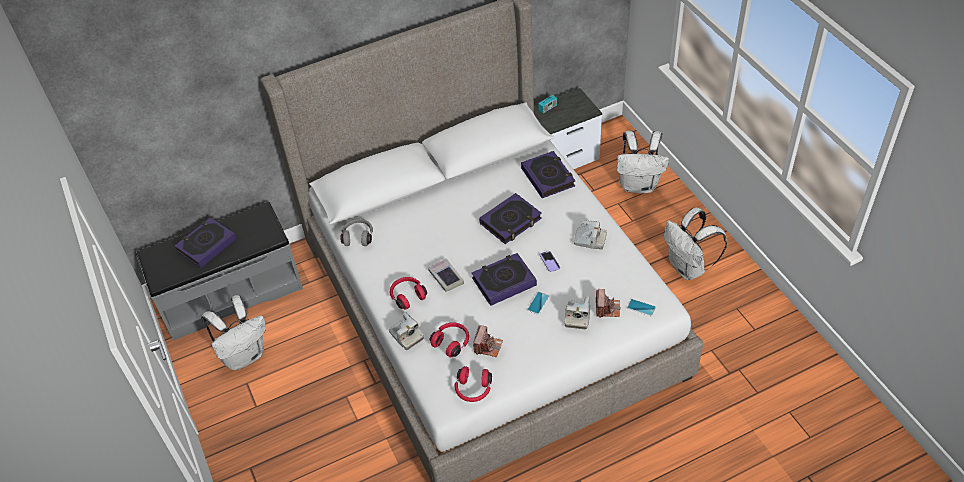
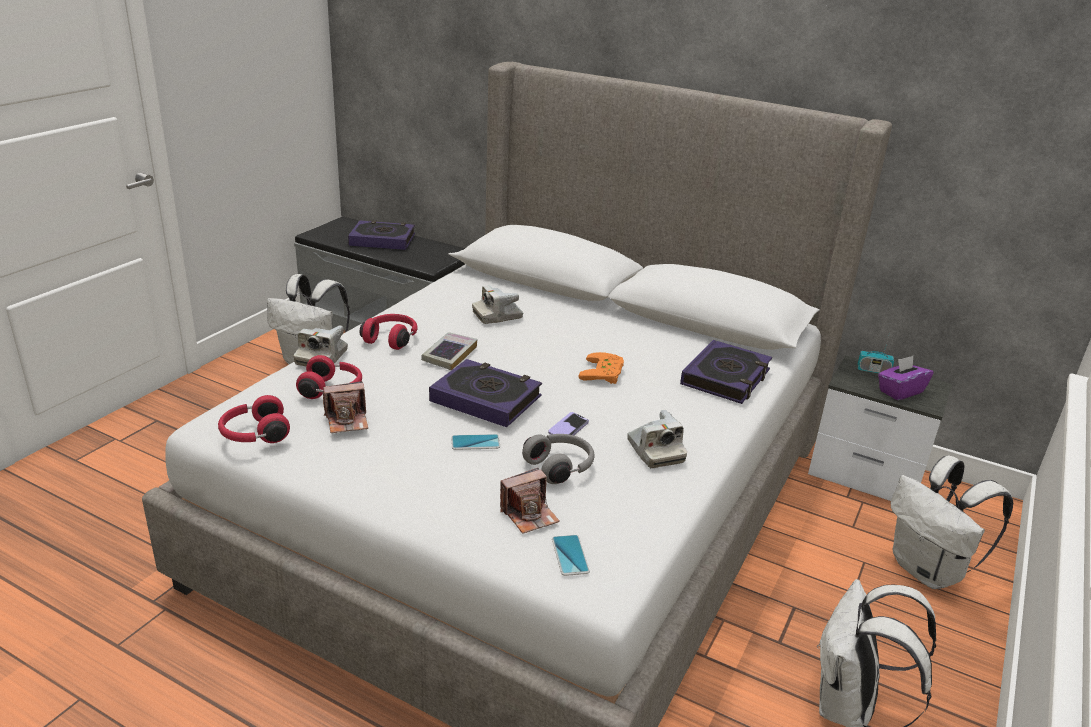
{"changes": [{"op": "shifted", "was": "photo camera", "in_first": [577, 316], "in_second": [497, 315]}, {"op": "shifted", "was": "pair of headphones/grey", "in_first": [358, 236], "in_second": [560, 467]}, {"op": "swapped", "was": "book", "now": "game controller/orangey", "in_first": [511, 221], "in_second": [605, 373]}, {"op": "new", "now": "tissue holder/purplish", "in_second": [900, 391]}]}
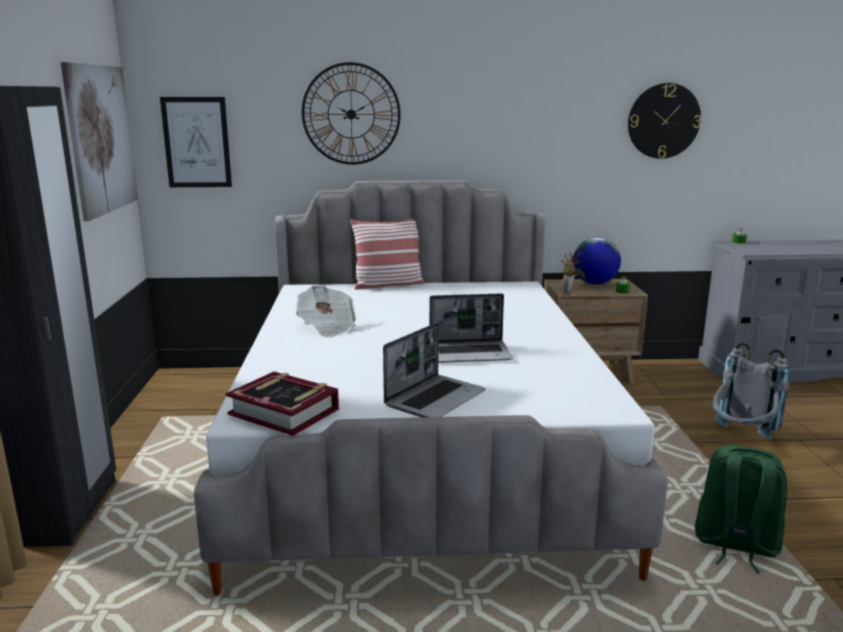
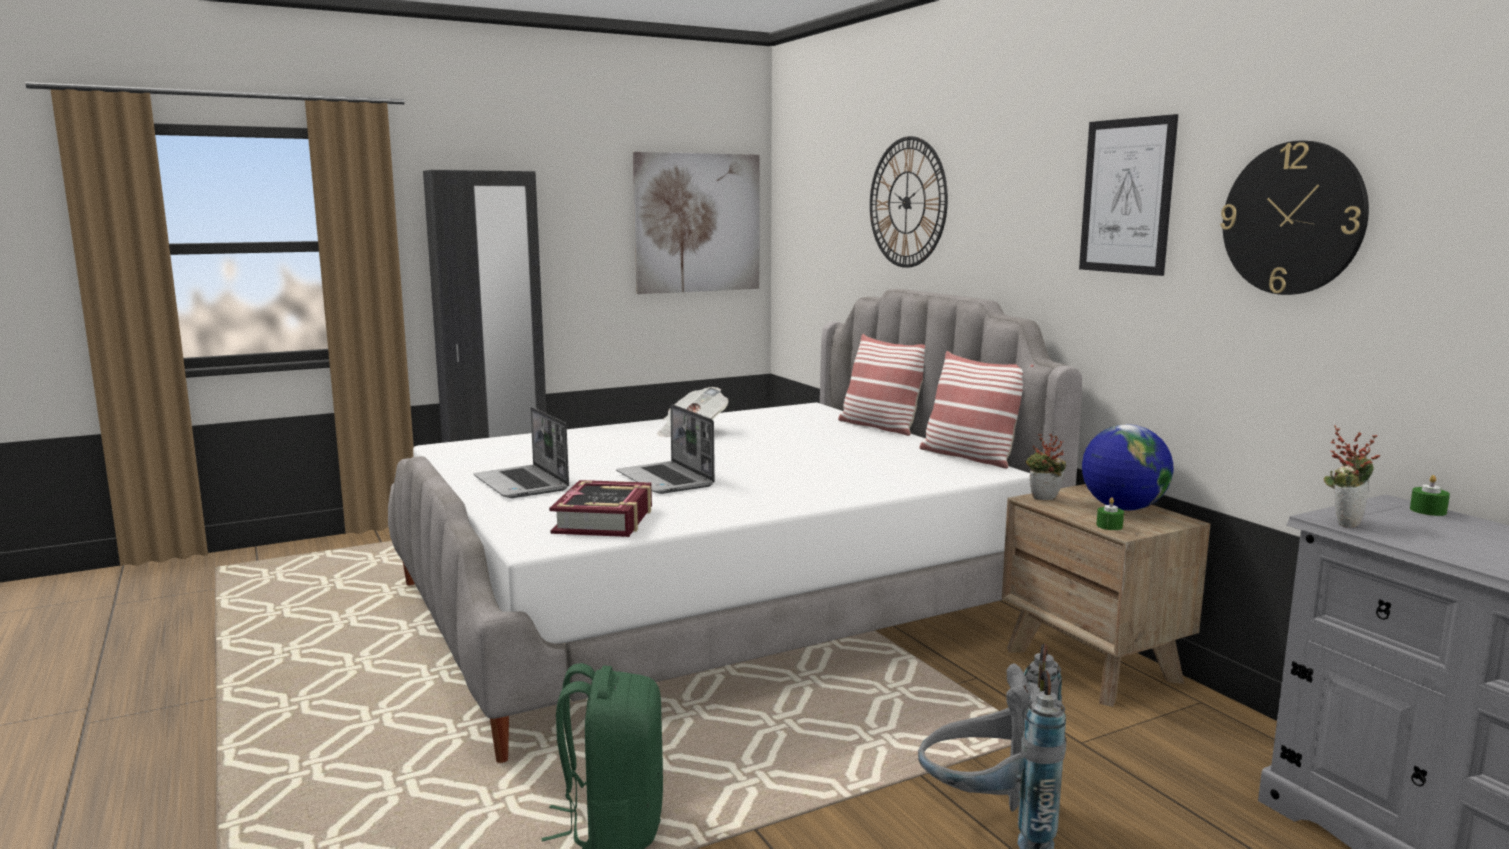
{"changes": [{"op": "rotated", "was": "portable computer", "in_first": [435, 398], "in_second": [523, 484], "clockwise": 45}, {"op": "shifted", "was": "book", "in_first": [284, 412], "in_second": [604, 520]}, {"op": "new", "now": "throw pillow", "in_second": [969, 457]}, {"op": "shifted", "was": "picture", "in_first": [197, 142], "in_second": [1126, 196]}, {"op": "new", "now": "plant in a pot", "in_second": [1344, 522]}]}
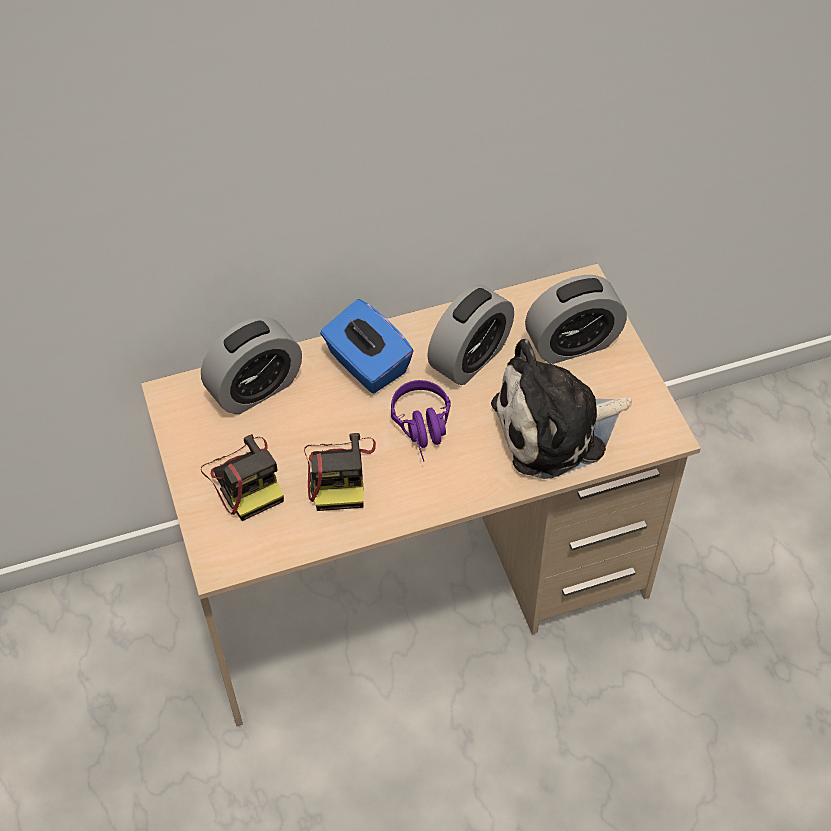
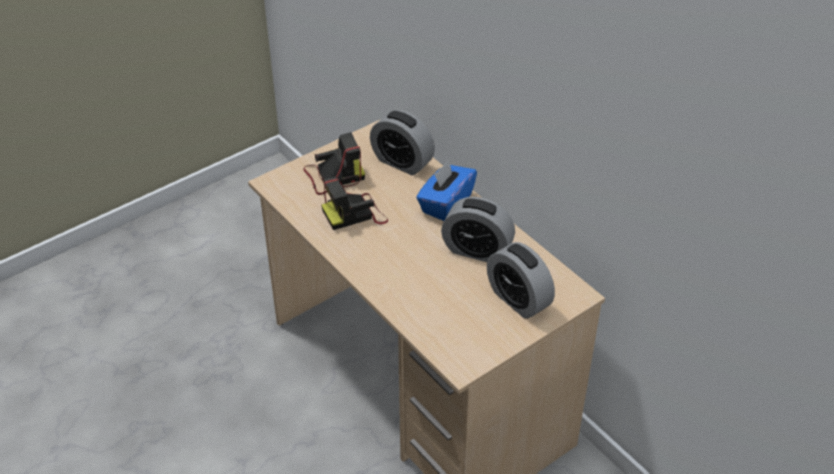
{"changes": [{"op": "rotated", "was": "photo camera", "in_first": [245, 479], "in_second": [333, 176], "clockwise": -150}, {"op": "gone", "was": "pair of headphones/purplish", "in_first": [424, 430]}, {"op": "gone", "was": "soft toy", "in_first": [556, 428]}]}
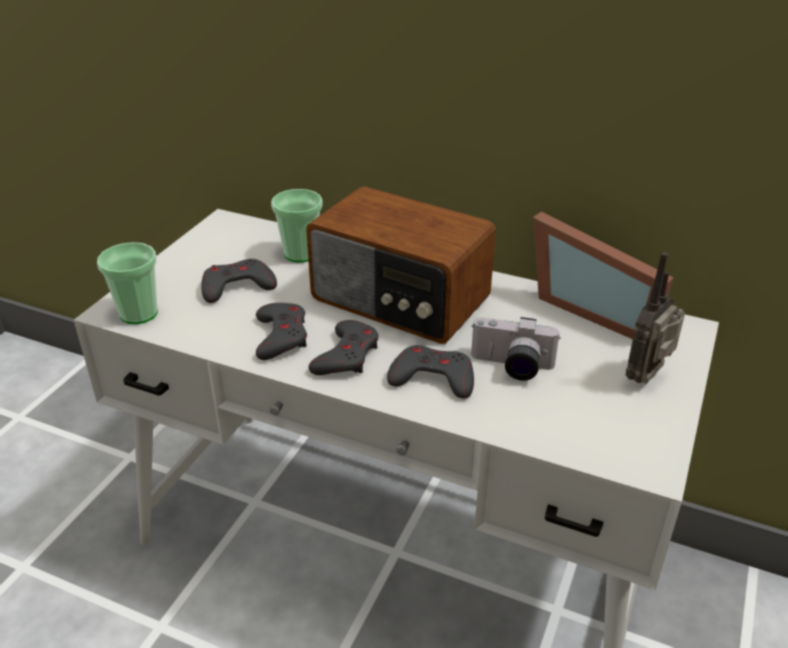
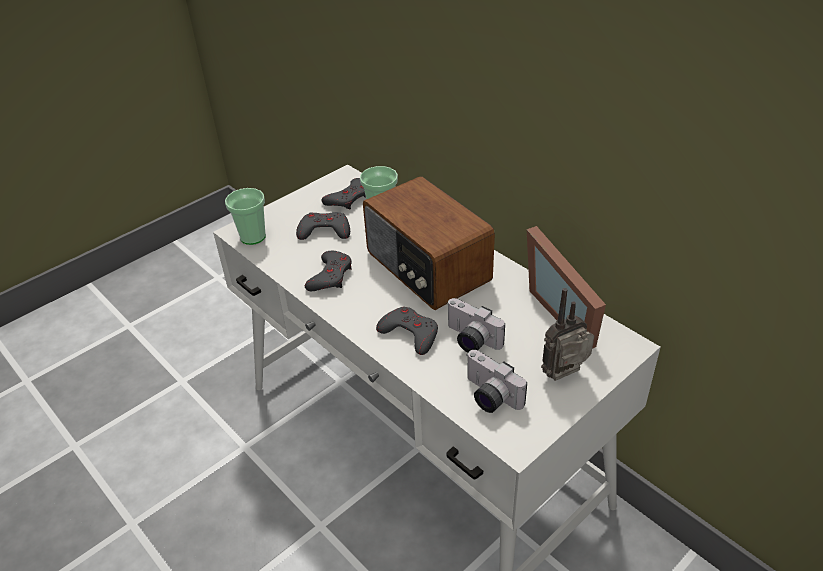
{"changes": [{"op": "shifted", "was": "game controller/grey", "in_first": [346, 355], "in_second": [349, 198]}, {"op": "new", "now": "photo camera", "in_second": [488, 396]}]}
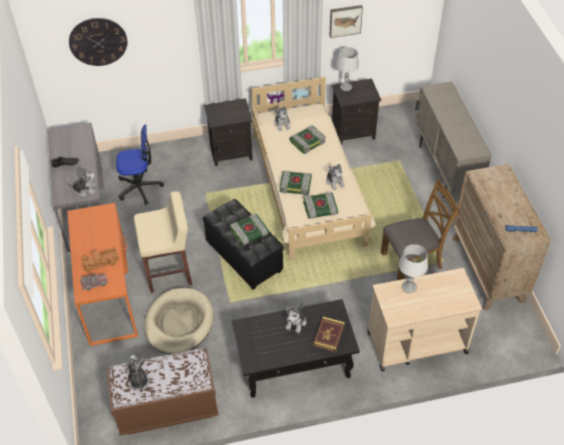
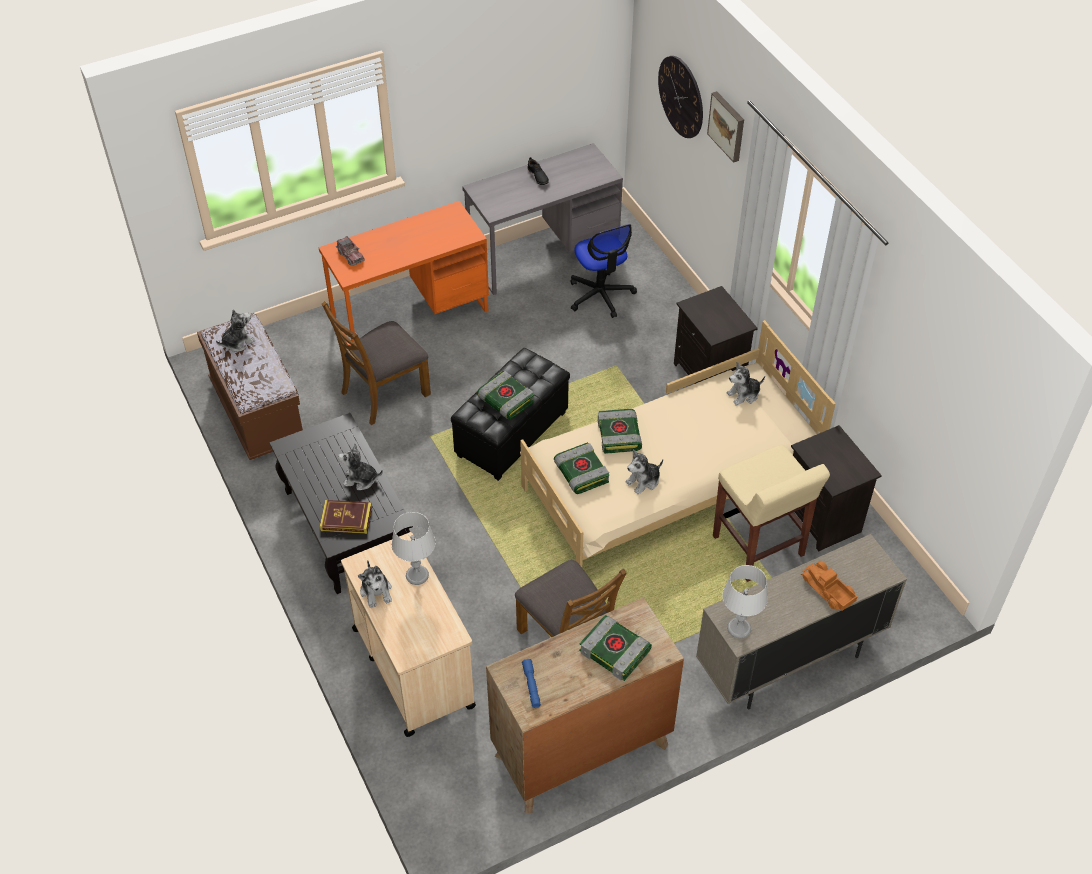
{"changes": [{"op": "swapped", "was": "dog bed/beige", "now": "chair/brown", "in_first": [179, 323], "in_second": [384, 393]}, {"op": "shifted", "was": "soft toy", "in_first": [85, 189], "in_second": [376, 591]}, {"op": "shifted", "was": "book", "in_first": [307, 141], "in_second": [616, 651]}, {"op": "shifted", "was": "picture", "in_first": [345, 20], "in_second": [728, 126]}, {"op": "shifted", "was": "stool/beige", "in_first": [169, 271], "in_second": [758, 547]}, {"op": "shifted", "was": "lamp for a table/grey", "in_first": [346, 87], "in_second": [739, 629]}, {"op": "shifted", "was": "model truck", "in_first": [101, 263], "in_second": [827, 590]}]}
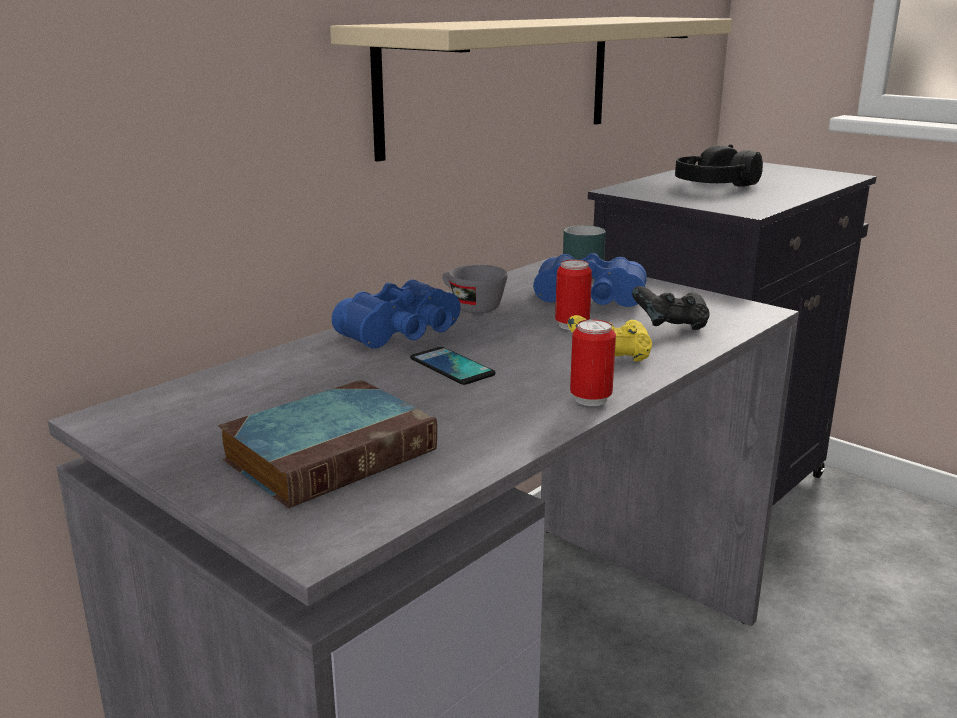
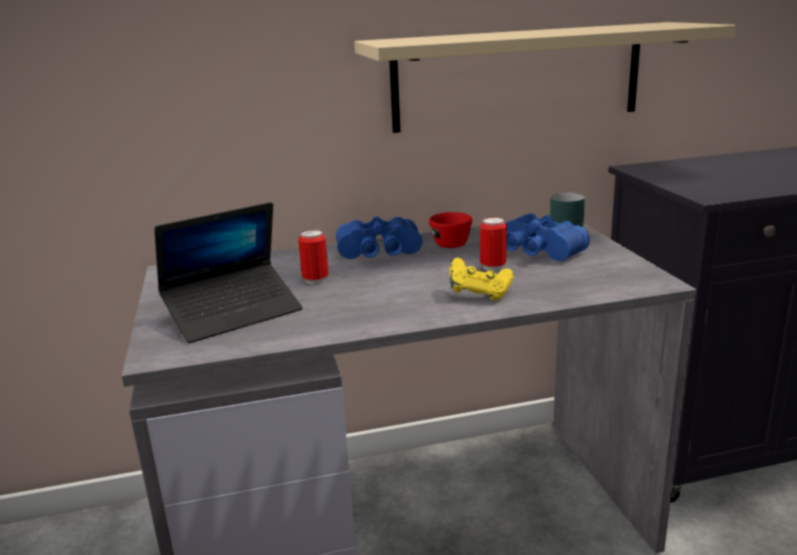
{"changes": [{"op": "swapped", "was": "book", "now": "portable computer", "in_first": [332, 452], "in_second": [233, 313]}, {"op": "shifted", "was": "sealed can", "in_first": [590, 399], "in_second": [315, 280]}, {"op": "repainted", "was": "small cup/grey", "now": "small cup/red-coloured", "in_first": [470, 307], "in_second": [448, 242]}, {"op": "gone", "was": "phone", "in_first": [451, 367]}, {"op": "gone", "was": "game controller/blackish", "in_first": [670, 326]}, {"op": "gone", "was": "pair of headphones/blackish", "in_first": [715, 185]}]}
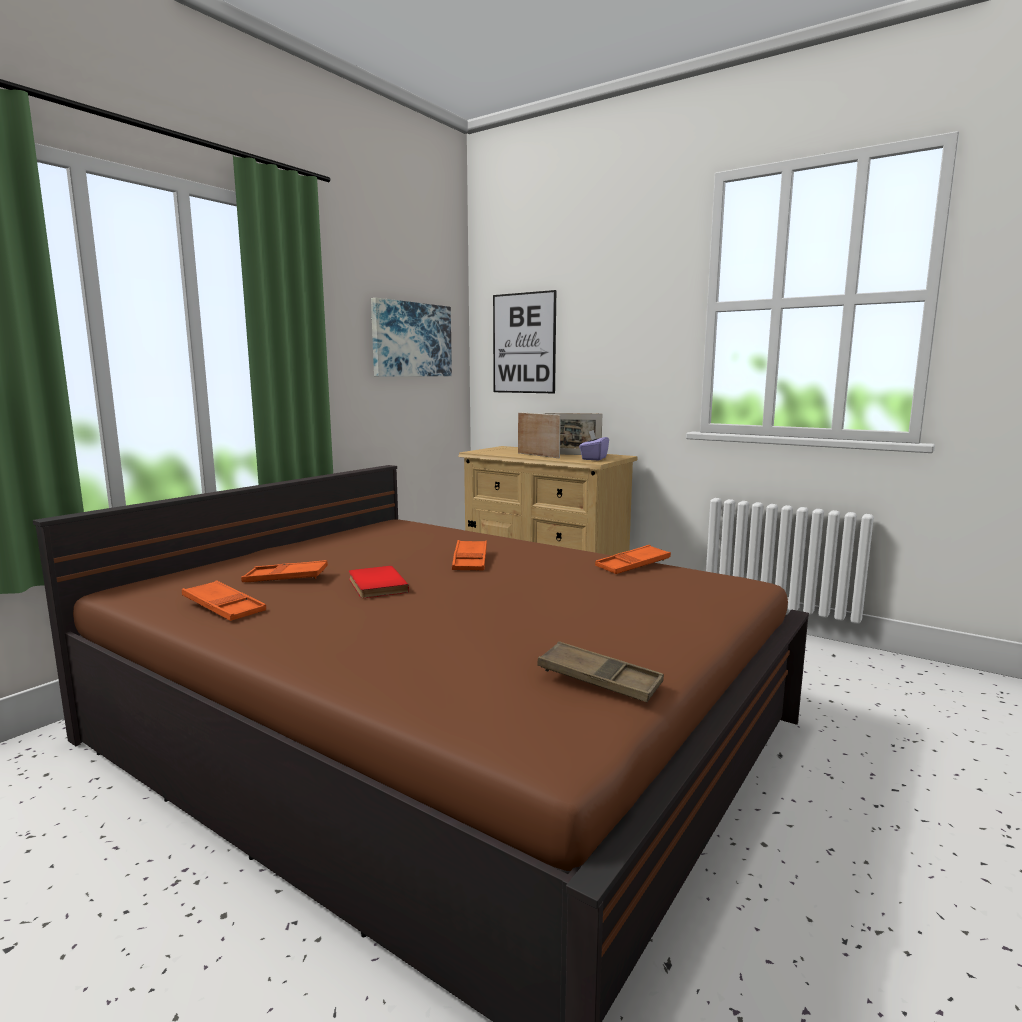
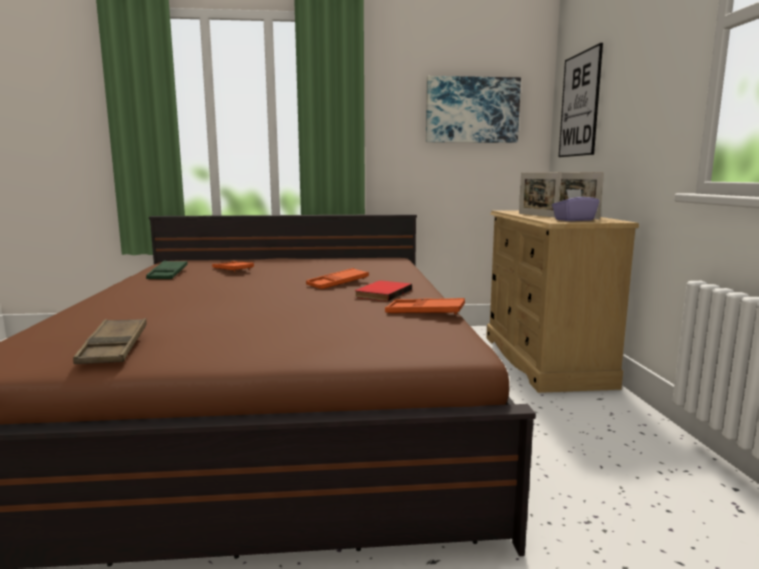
{"changes": [{"op": "repainted", "was": "tray/orangey", "now": "tray/greenish", "in_first": [224, 607], "in_second": [168, 274]}, {"op": "shifted", "was": "book/red-coloured", "in_first": [375, 585], "in_second": [381, 293]}, {"op": "rotated", "was": "photo frame", "in_first": [538, 455], "in_second": [537, 215], "clockwise": 150}]}
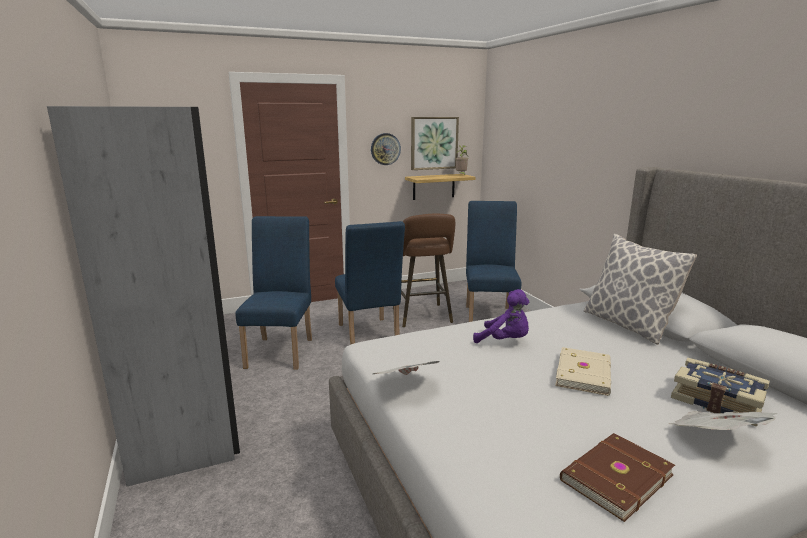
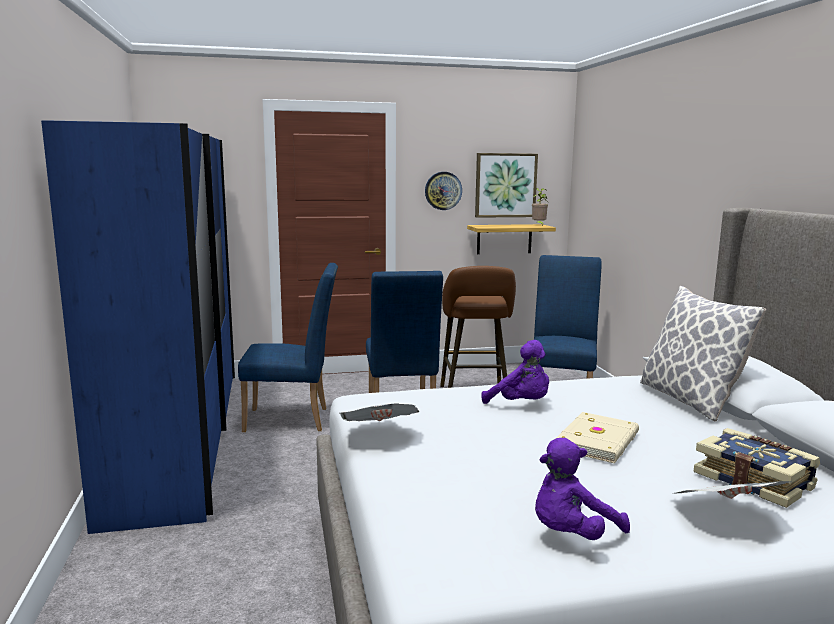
{"changes": [{"op": "repainted", "was": "clothes cupboard/grey", "now": "clothes cupboard/bluish", "in_first": [185, 377], "in_second": [179, 437]}, {"op": "rotated", "was": "chair/bluish", "in_first": [282, 350], "in_second": [294, 419], "clockwise": 75}, {"op": "swapped", "was": "book/brown", "now": "soft toy/purplish", "in_first": [614, 477], "in_second": [571, 534]}]}
